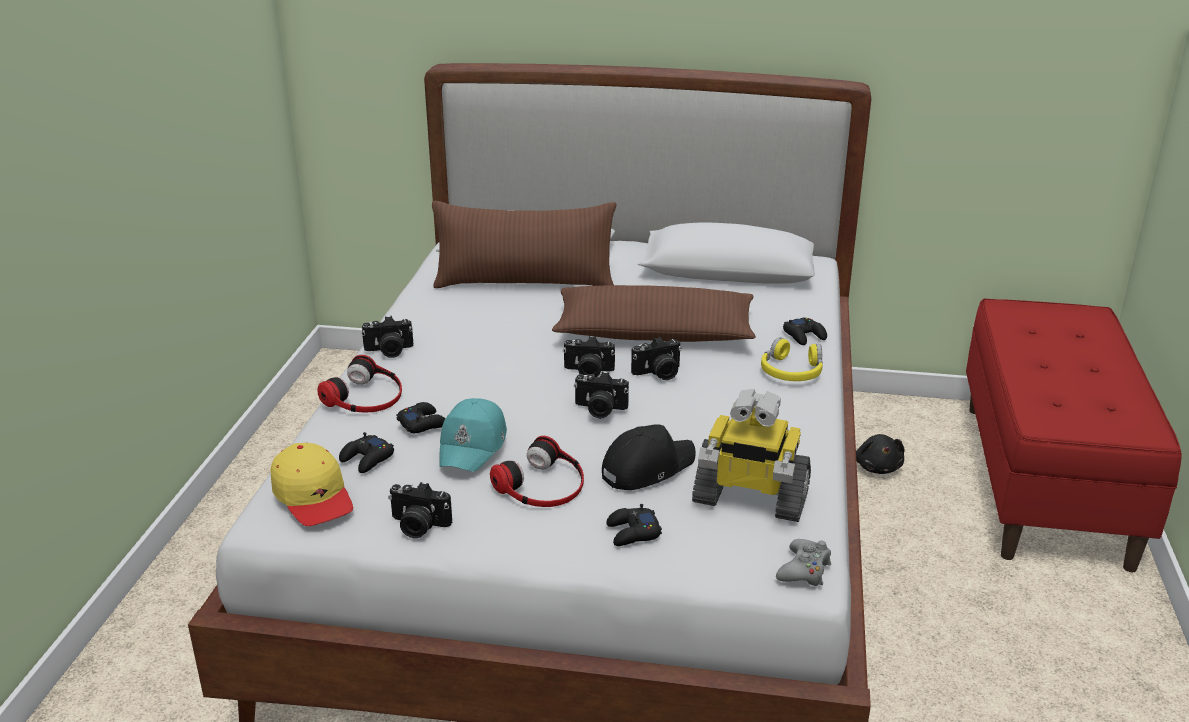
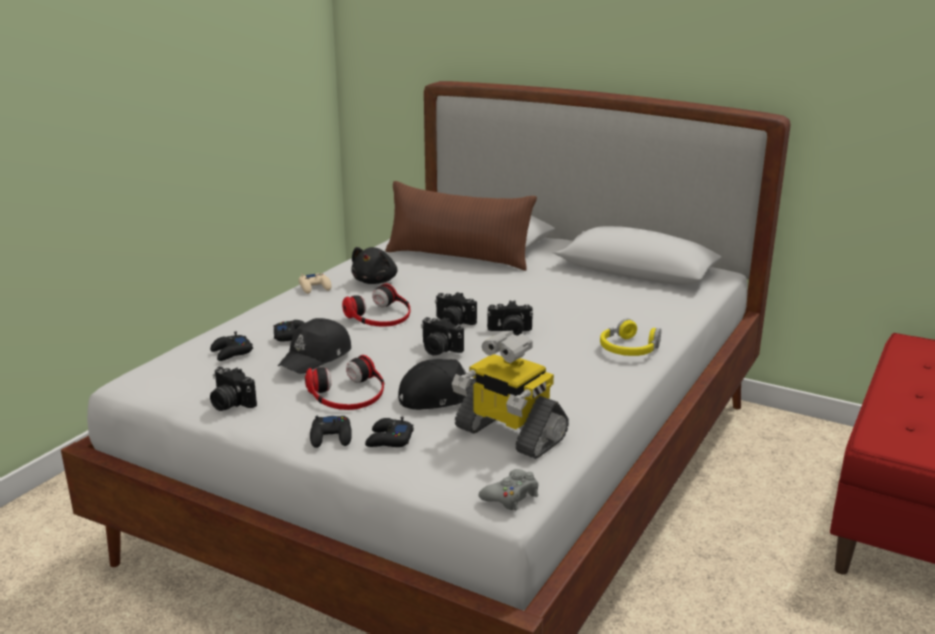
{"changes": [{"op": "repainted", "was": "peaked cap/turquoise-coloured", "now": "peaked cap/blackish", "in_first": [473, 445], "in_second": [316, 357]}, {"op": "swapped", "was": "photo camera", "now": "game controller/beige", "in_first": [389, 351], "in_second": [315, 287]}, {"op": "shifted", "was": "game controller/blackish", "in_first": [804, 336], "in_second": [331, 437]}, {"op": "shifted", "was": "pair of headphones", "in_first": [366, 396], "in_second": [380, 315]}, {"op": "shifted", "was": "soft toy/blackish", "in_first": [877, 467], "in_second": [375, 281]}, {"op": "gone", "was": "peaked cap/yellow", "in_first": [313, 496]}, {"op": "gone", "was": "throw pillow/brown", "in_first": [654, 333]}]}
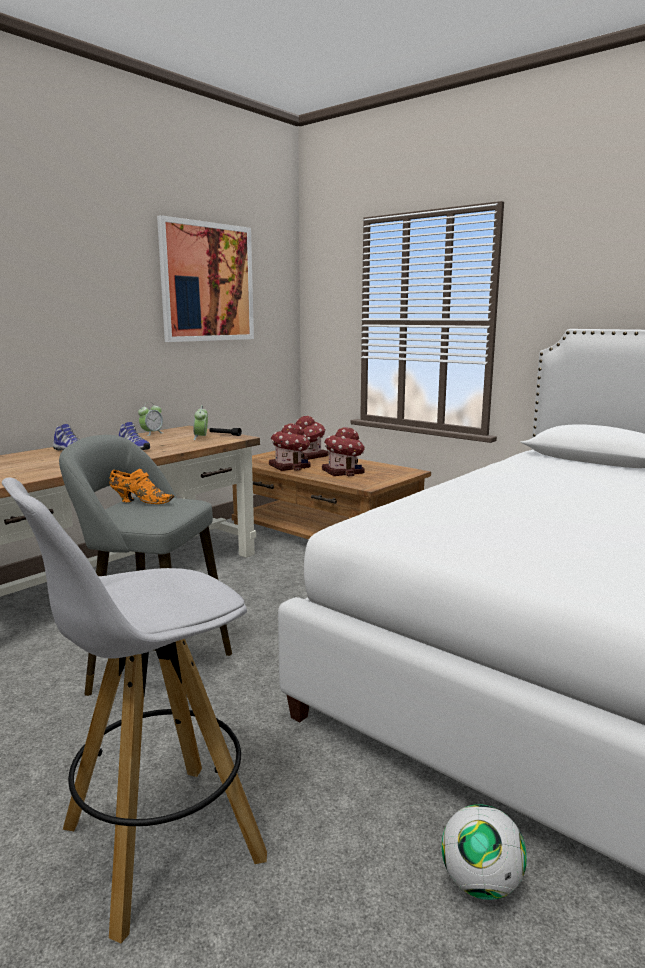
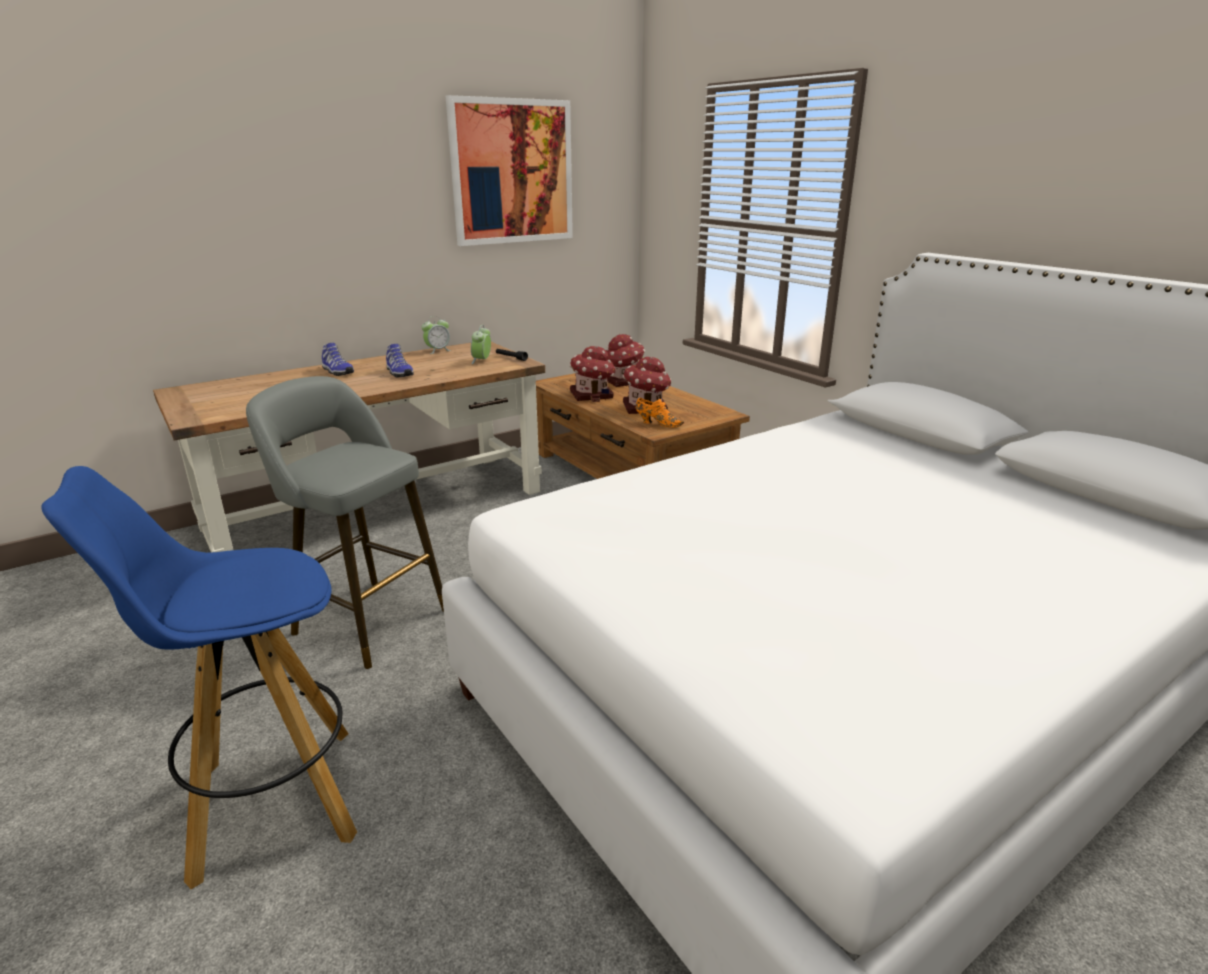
{"changes": [{"op": "repainted", "was": "stool/whitish", "now": "stool/bluish", "in_first": [158, 845], "in_second": [271, 803]}, {"op": "shifted", "was": "shoe/orangey", "in_first": [140, 501], "in_second": [657, 423]}, {"op": "gone", "was": "football ball", "in_first": [480, 884]}]}
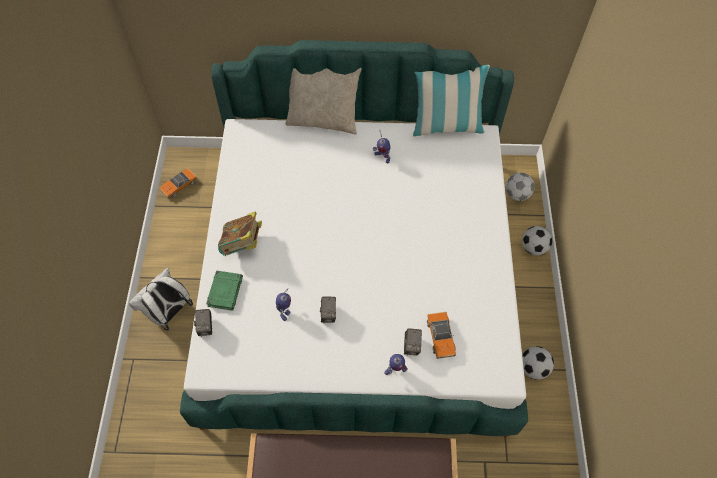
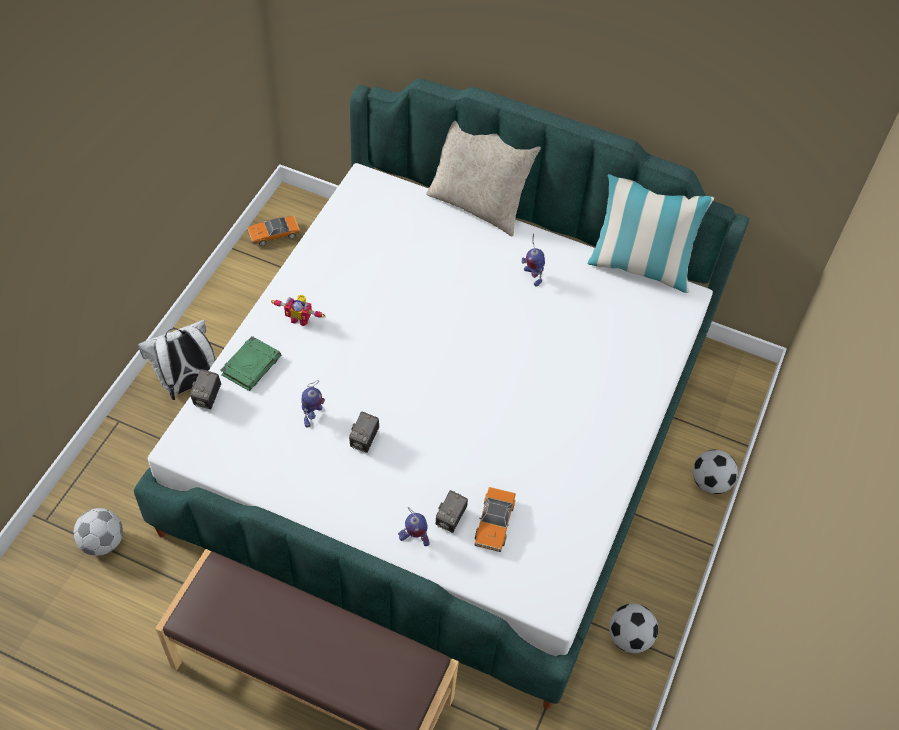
{"changes": [{"op": "shifted", "was": "football ball", "in_first": [517, 194], "in_second": [103, 542]}, {"op": "swapped", "was": "book", "now": "toy robot", "in_first": [242, 244], "in_second": [300, 318]}]}
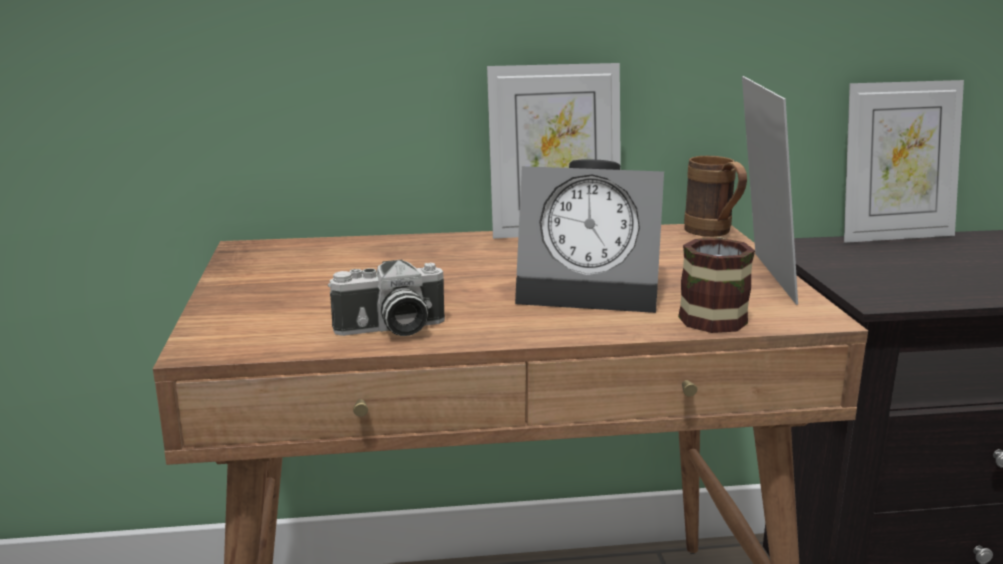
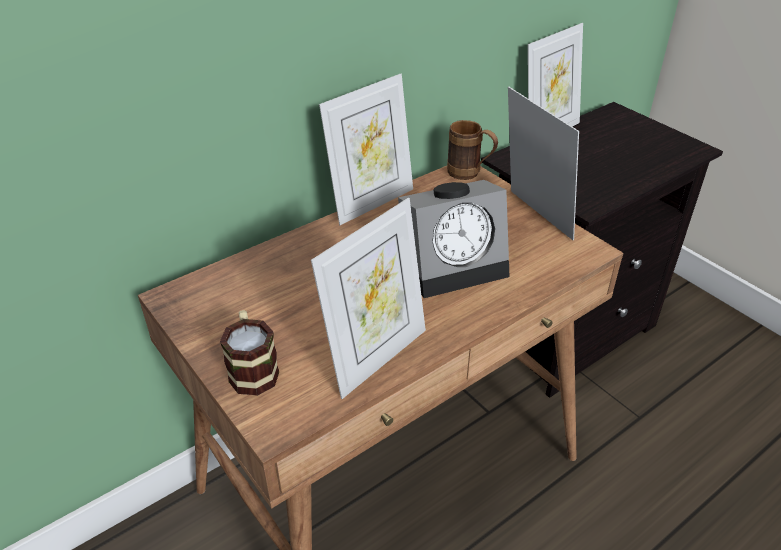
{"changes": [{"op": "shifted", "was": "tea mug", "in_first": [713, 314], "in_second": [252, 368]}, {"op": "swapped", "was": "photo camera", "now": "photo frame", "in_first": [390, 330], "in_second": [375, 356]}]}
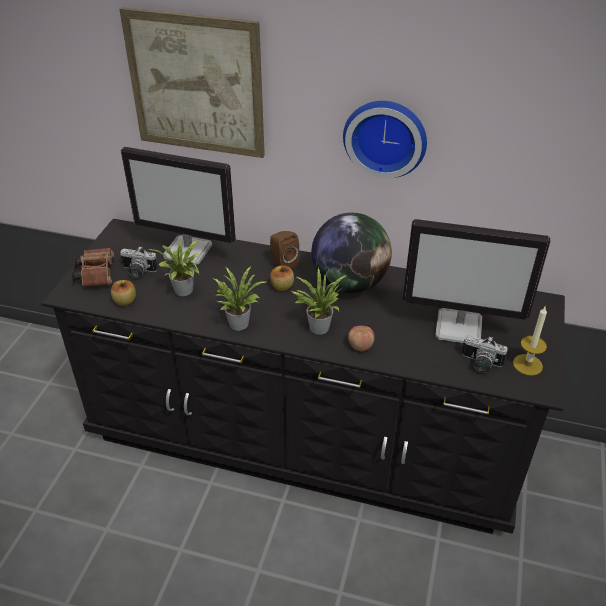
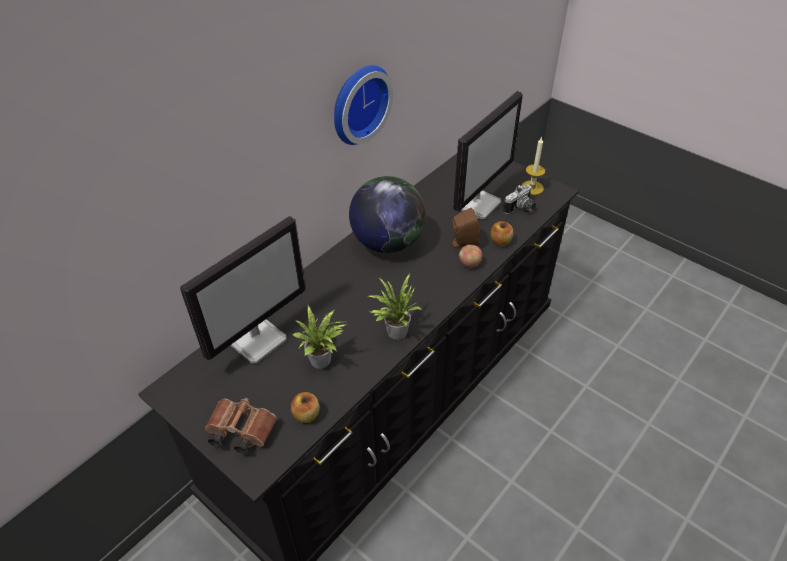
{"changes": [{"op": "shifted", "was": "audio speaker/brown", "in_first": [283, 263], "in_second": [463, 243]}, {"op": "shifted", "was": "apple fruit", "in_first": [282, 286], "in_second": [500, 241]}, {"op": "gone", "was": "picture", "in_first": [196, 84]}, {"op": "gone", "was": "photo camera", "in_first": [137, 272]}, {"op": "gone", "was": "plant in a pot", "in_first": [317, 326]}]}
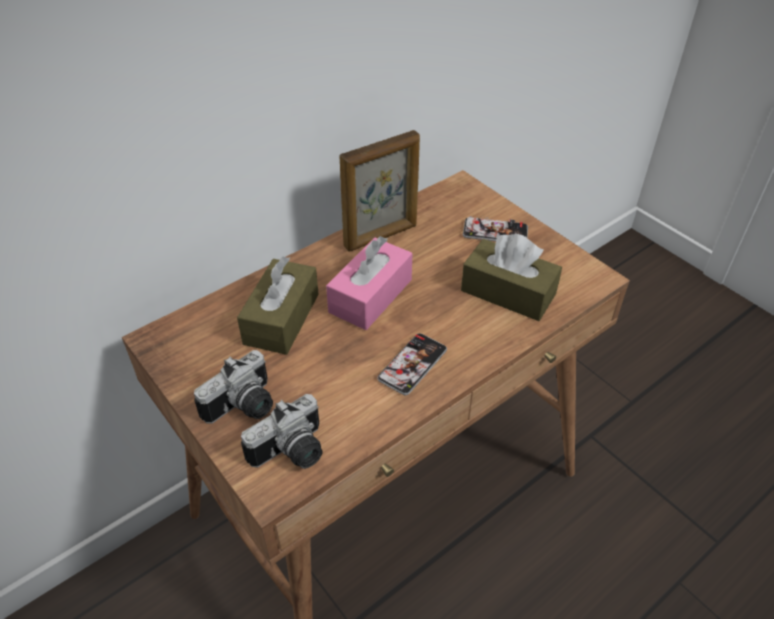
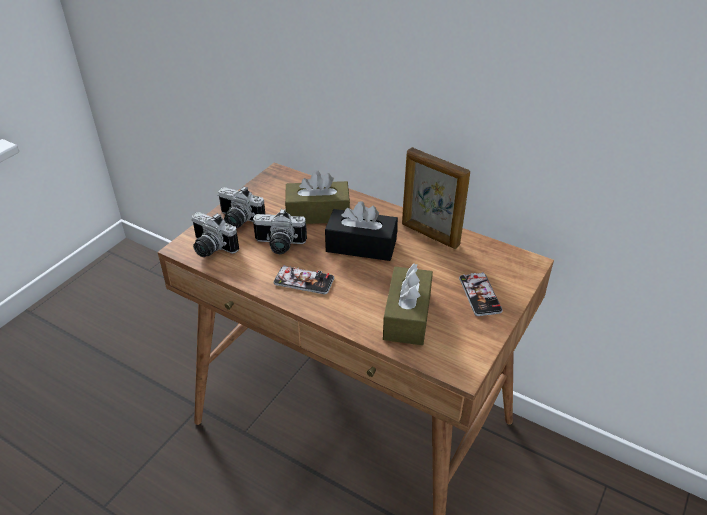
{"changes": [{"op": "new", "now": "photo camera", "in_second": [279, 246]}, {"op": "repainted", "was": "tissue holder/pinkish", "now": "tissue holder/blackish", "in_first": [370, 296], "in_second": [361, 245]}]}
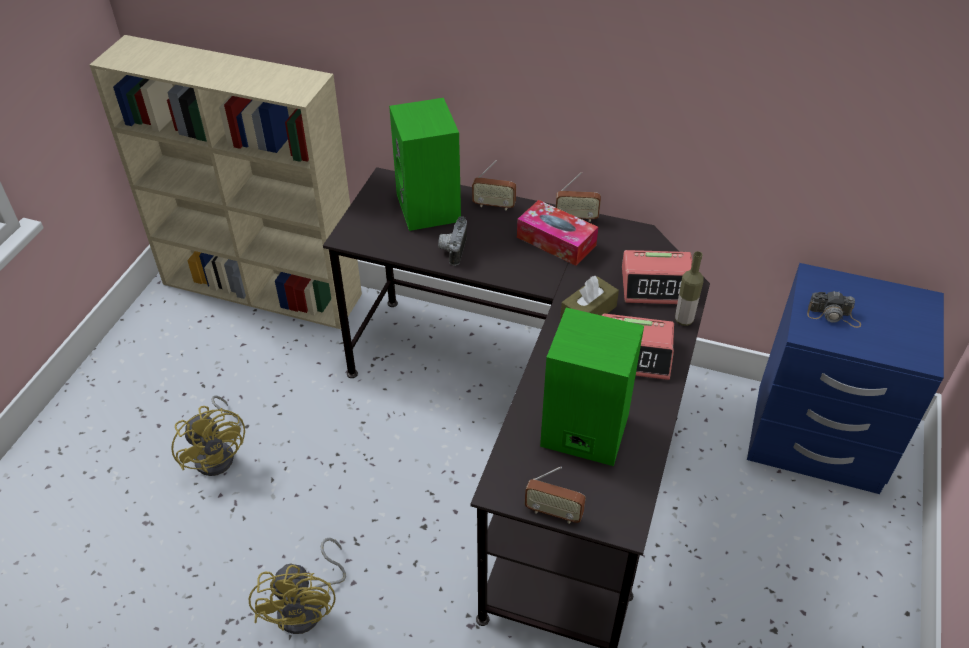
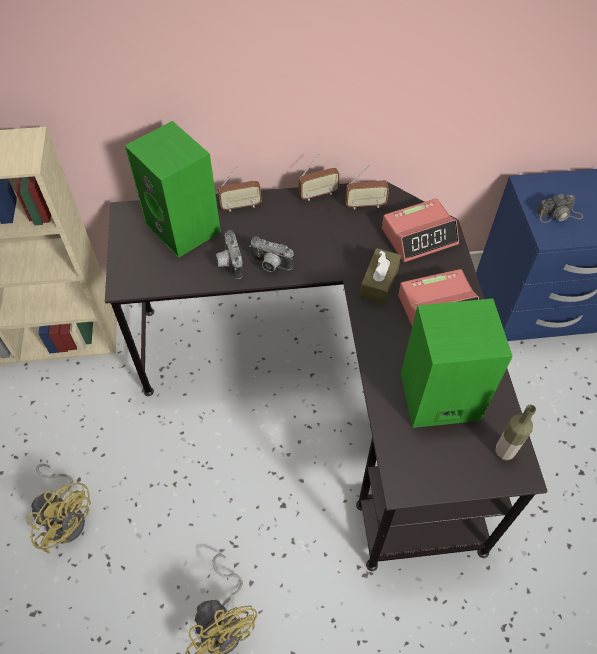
{"changes": [{"op": "new", "now": "photo camera", "in_second": [270, 265]}, {"op": "shifted", "was": "radio", "in_first": [553, 513], "in_second": [365, 205]}, {"op": "shifted", "was": "drink bottle", "in_first": [683, 320], "in_second": [504, 452]}, {"op": "gone", "was": "tissue holder", "in_first": [556, 241]}]}
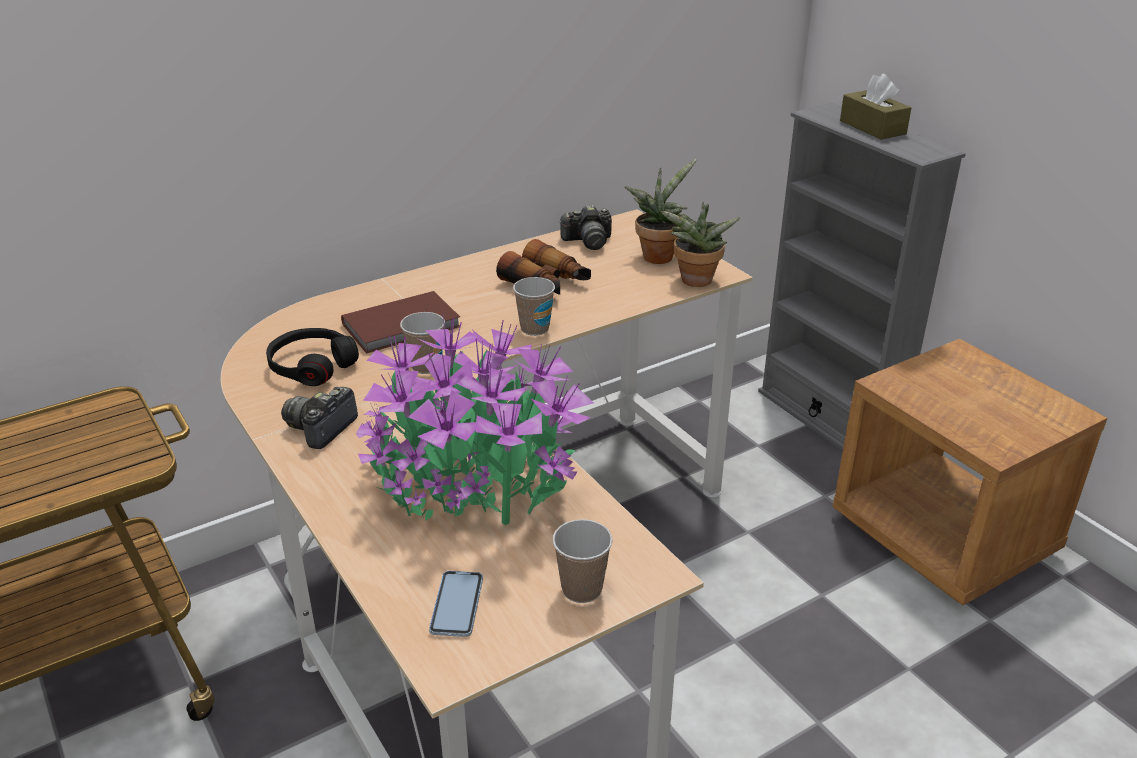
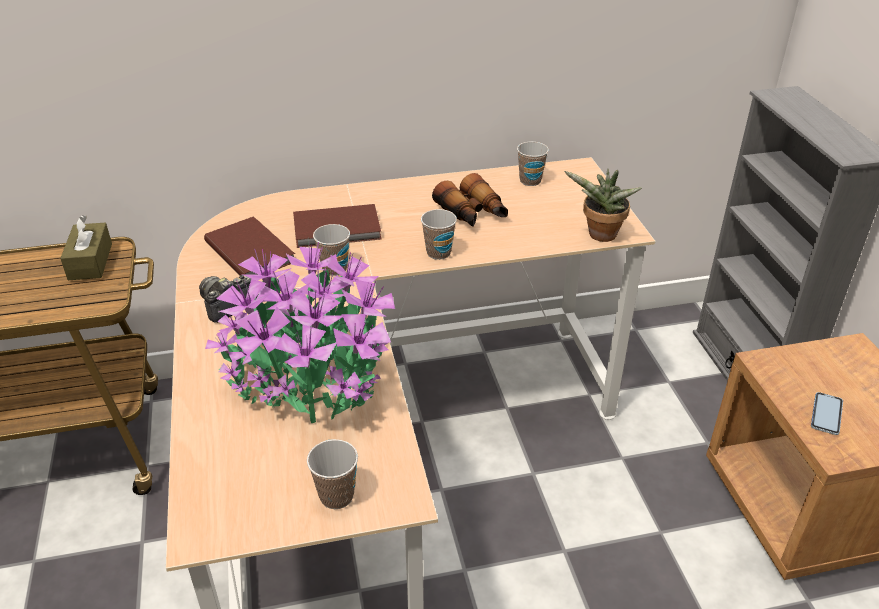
{"changes": [{"op": "shifted", "was": "tissue holder/brown", "in_first": [872, 127], "in_second": [90, 261]}, {"op": "swapped", "was": "pair of headphones/blackish", "now": "book/brown", "in_first": [311, 366], "in_second": [251, 250]}, {"op": "swapped", "was": "photo camera", "now": "small cup", "in_first": [588, 241], "in_second": [530, 181]}, {"op": "shifted", "was": "phone", "in_first": [457, 605], "in_second": [826, 414]}, {"op": "gone", "was": "plant in a pot", "in_first": [658, 255]}]}
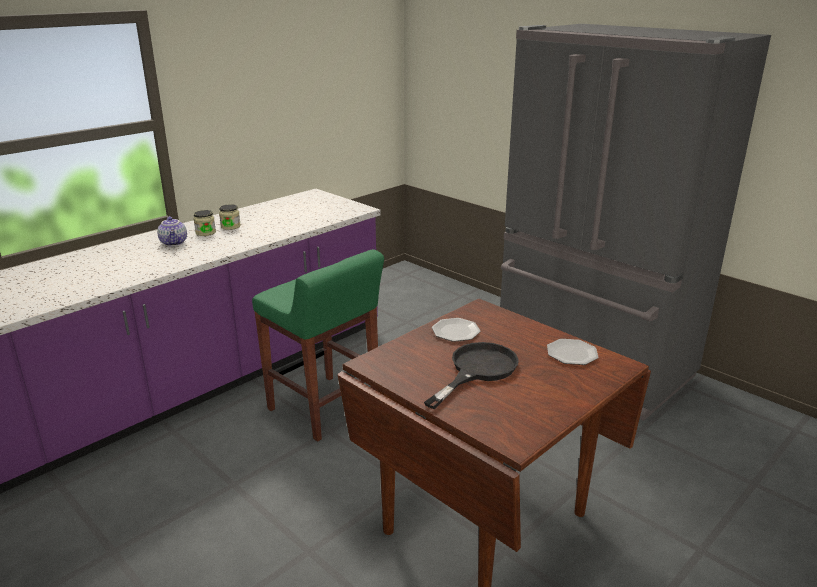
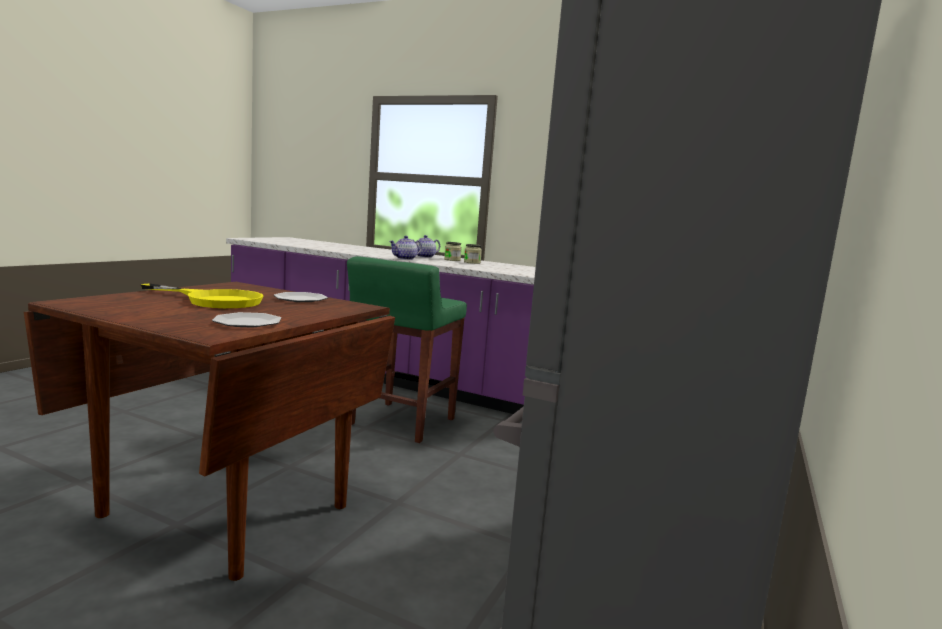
{"changes": [{"op": "repainted", "was": "pan/blackish", "now": "pan/yellow", "in_first": [477, 370], "in_second": [214, 300]}, {"op": "new", "now": "teapot", "in_second": [405, 259]}]}
